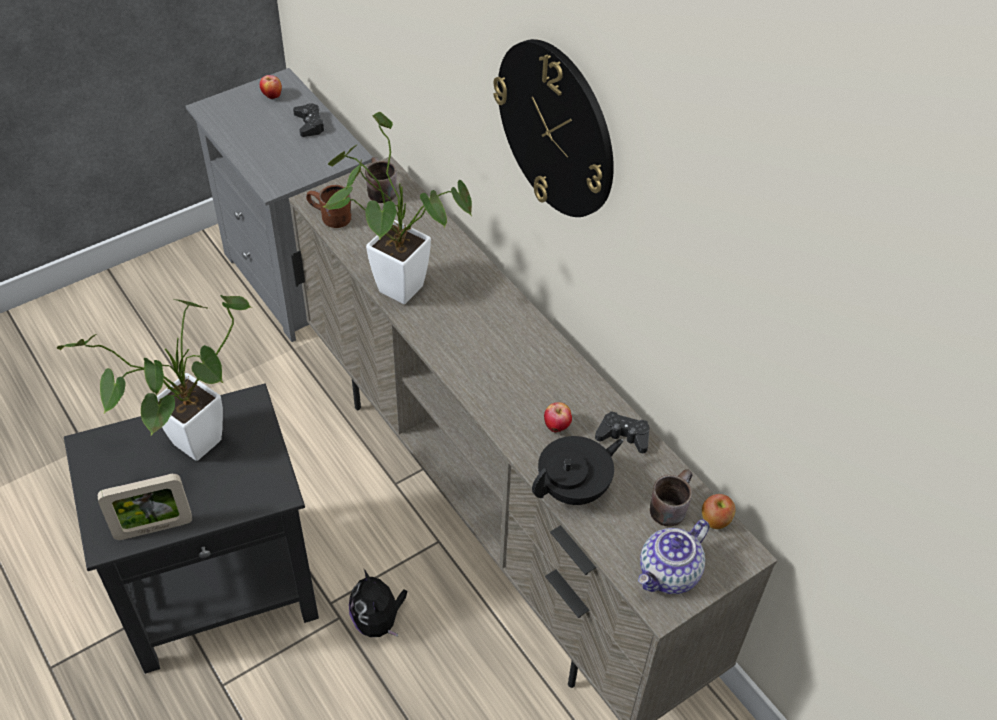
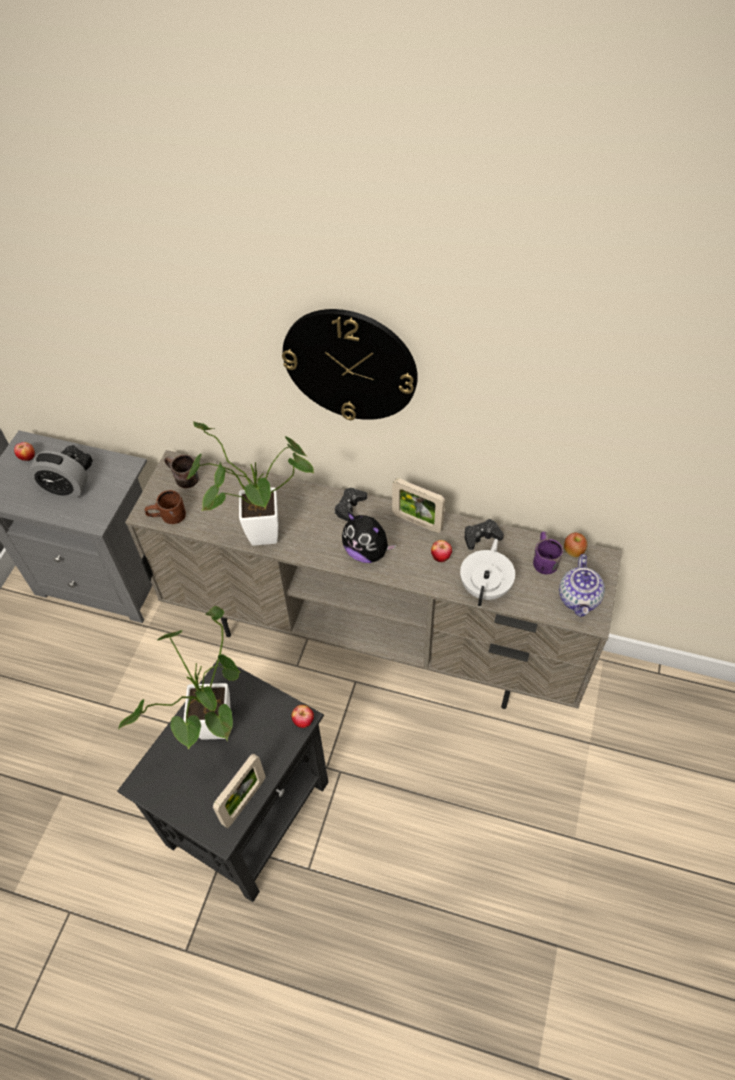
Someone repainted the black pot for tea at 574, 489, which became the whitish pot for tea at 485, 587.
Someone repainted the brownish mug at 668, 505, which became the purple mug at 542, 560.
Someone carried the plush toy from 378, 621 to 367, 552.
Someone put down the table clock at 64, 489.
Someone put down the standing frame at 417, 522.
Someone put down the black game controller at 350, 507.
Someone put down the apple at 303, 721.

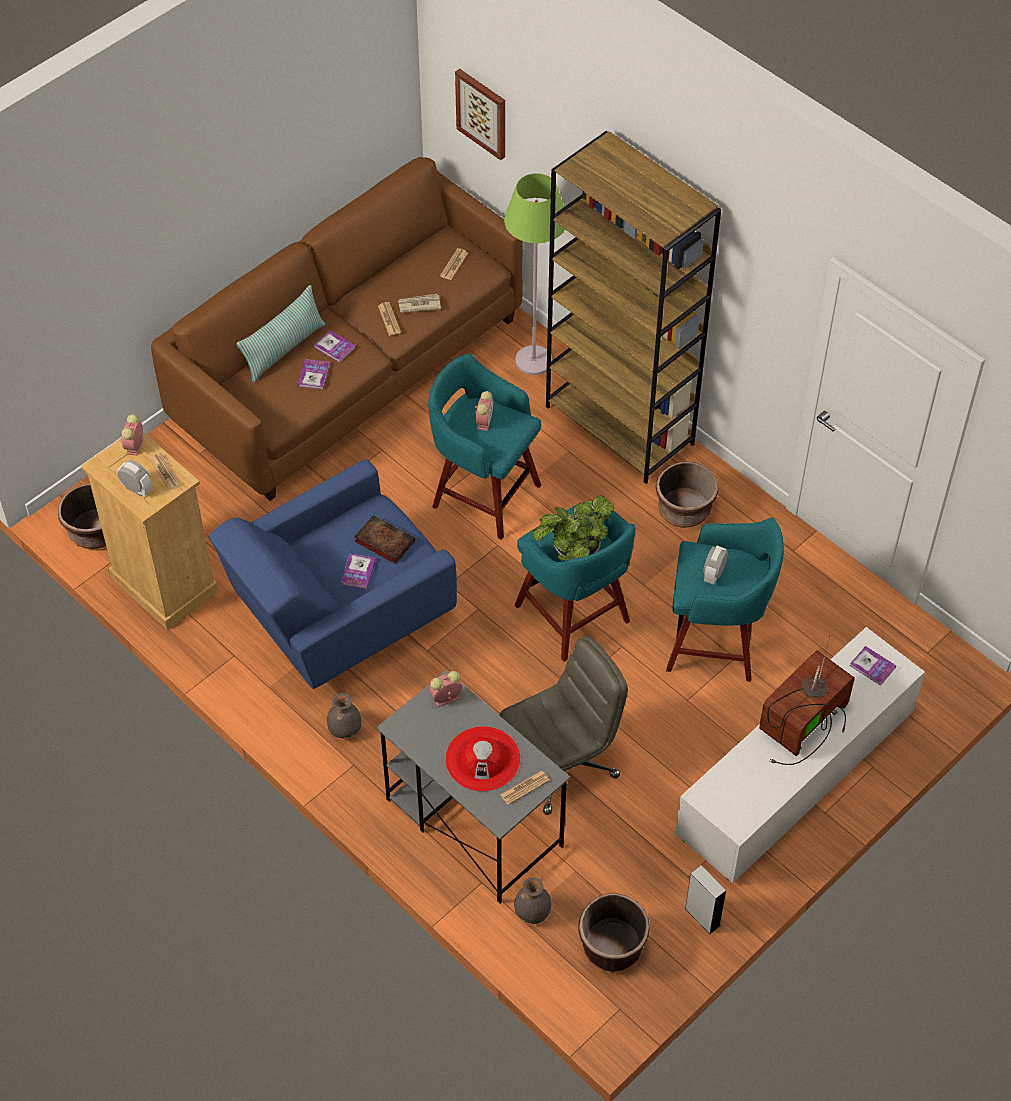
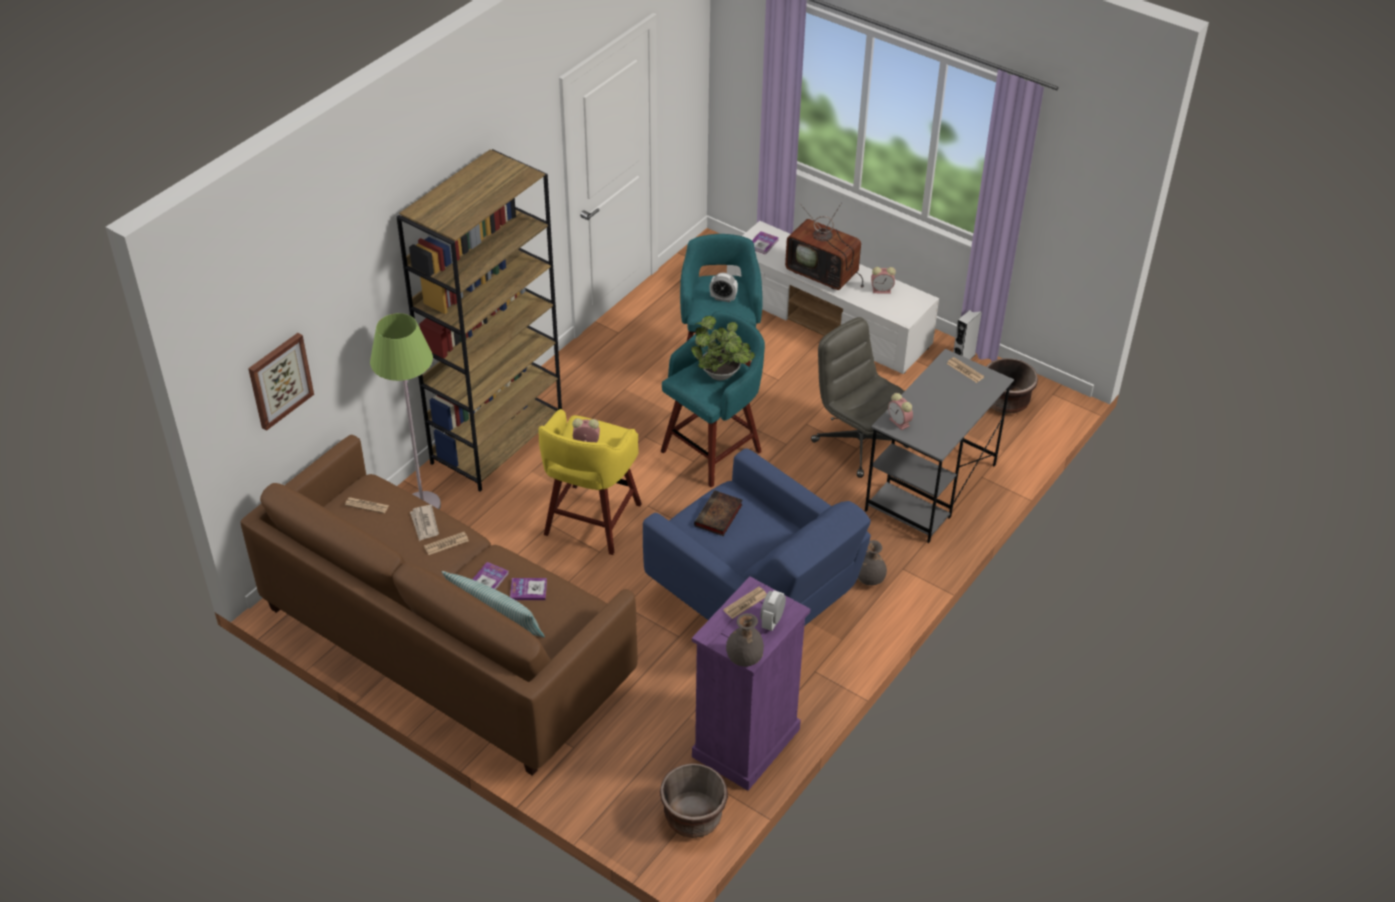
Someone repainted the turquoise stool seat at 483, 494, which became the yellow stool seat at 591, 521.
Someone carried the table clock from 135, 447 to 882, 290.
Someone repainted the beige-coloured chest of drawers at 163, 584, which became the purple chest of drawers at 746, 743.
Someone took away the brownish flower pot at 684, 510.
Someone took away the book at 358, 572.
Someone took away the reddish wearable hat at 483, 759.
Someone carried the gray flower vase from 532, 911 to 744, 659.

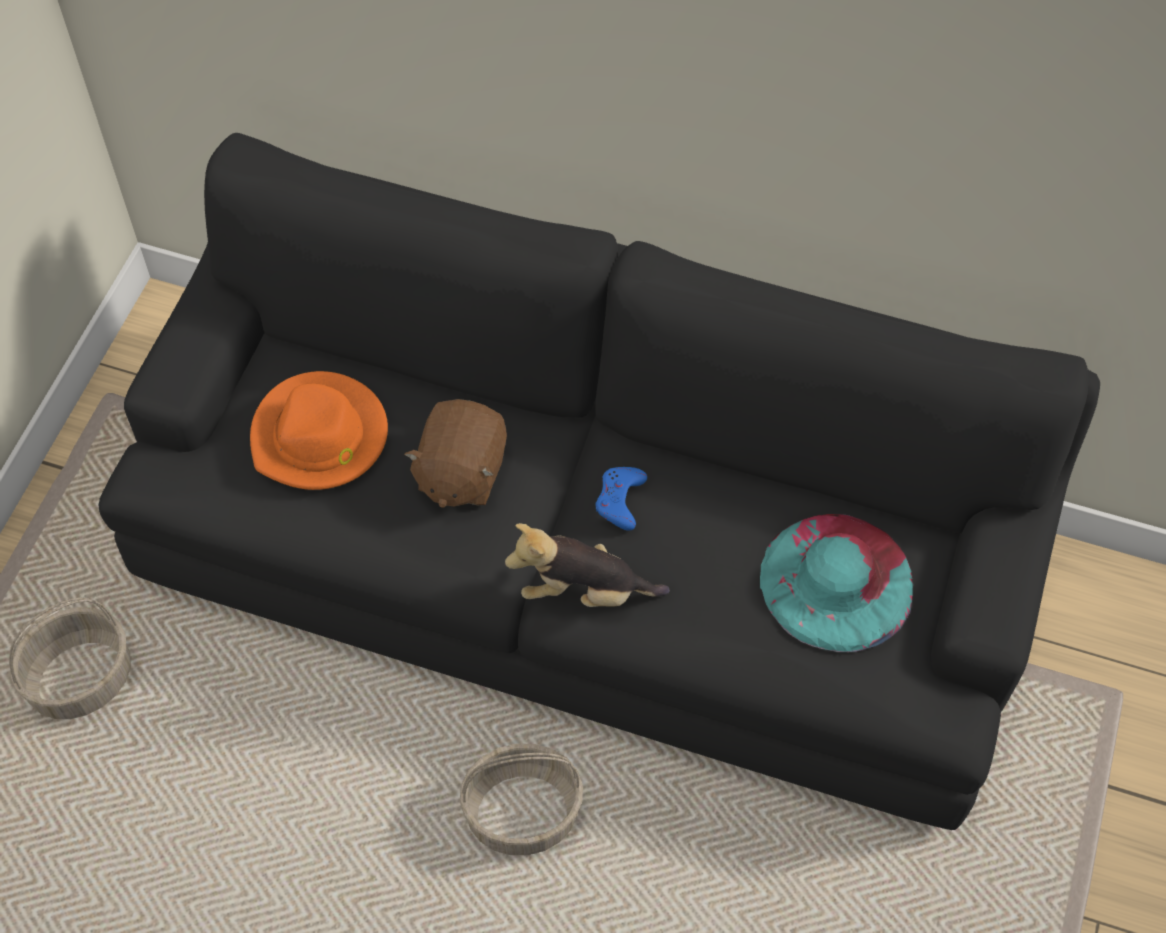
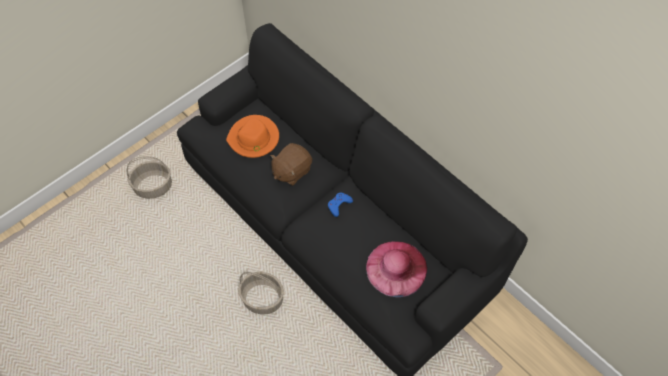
Someone repainted the turquoise wearable hat at 837, 581, which became the pink-coloured wearable hat at 396, 268.
Someone took away the plush toy at 583, 591.

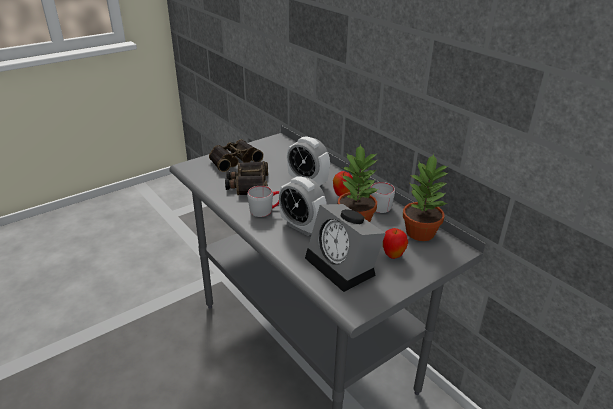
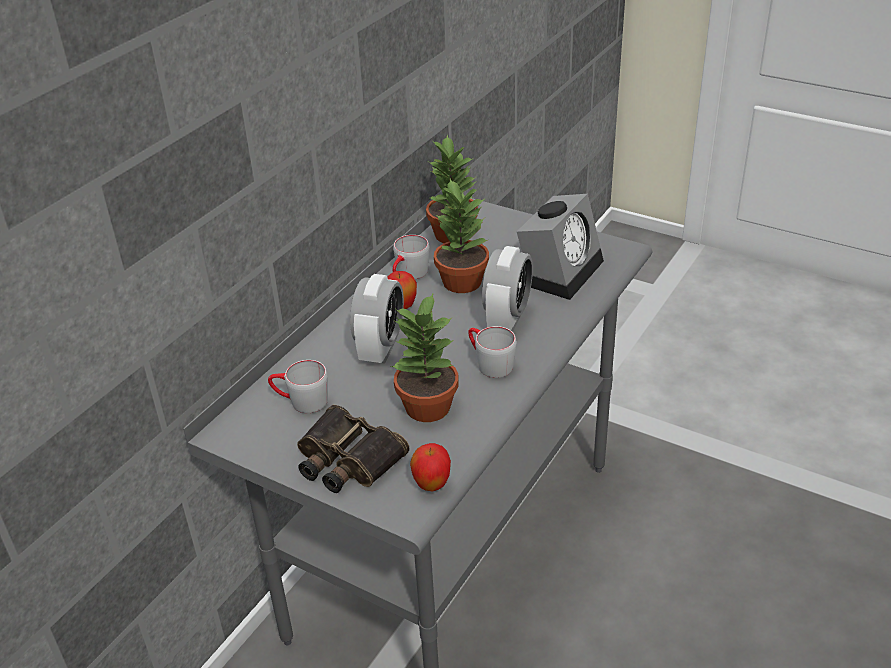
Someone swapped the binoculars at 248, 184 for the potted plant at 426, 407.
Someone carried the apple from 393, 255 to 432, 485.
Someone put down the gray mug at 300, 401.

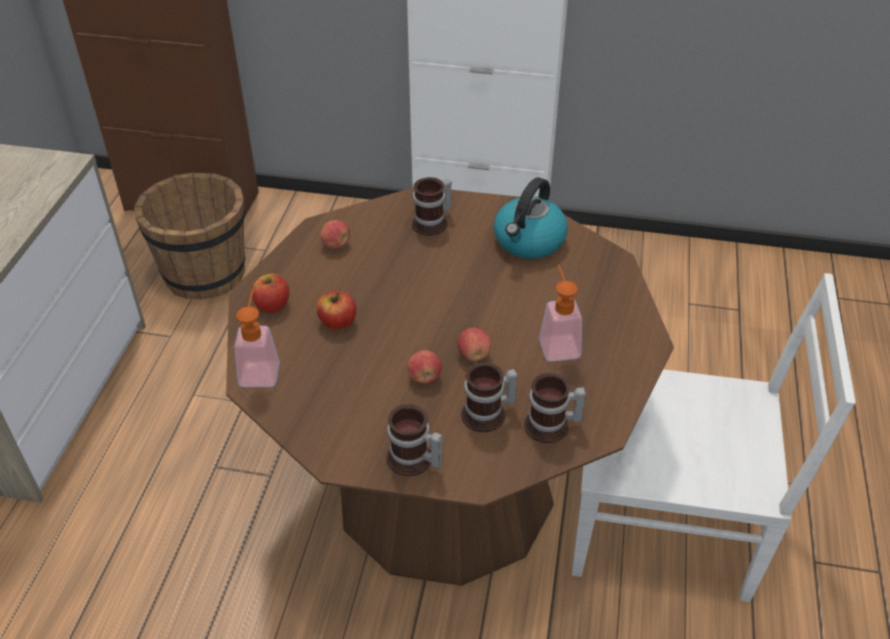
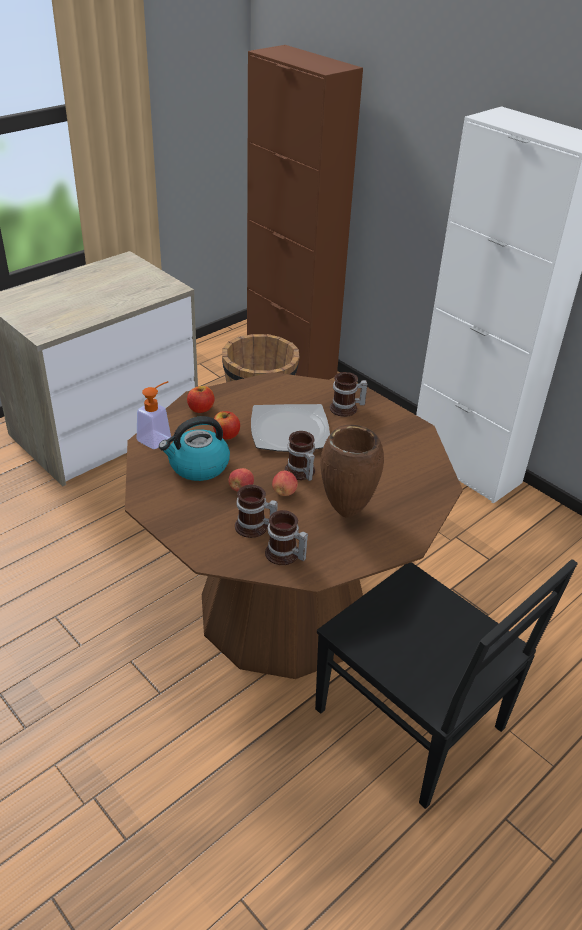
Someone carried the water kettle from 529, 241 to 198, 466.
Someone took away the apple at 336, 245.
Someone swapped the liquid soap bottle at 557, 343 for the brownish flower vase at 345, 513.
Someone repainted the whitish upright chair at 667, 526, which became the black upright chair at 413, 722.
Someone carried the mug from 413, 461 to 300, 473.
Someone put down the flat dish at 289, 431.

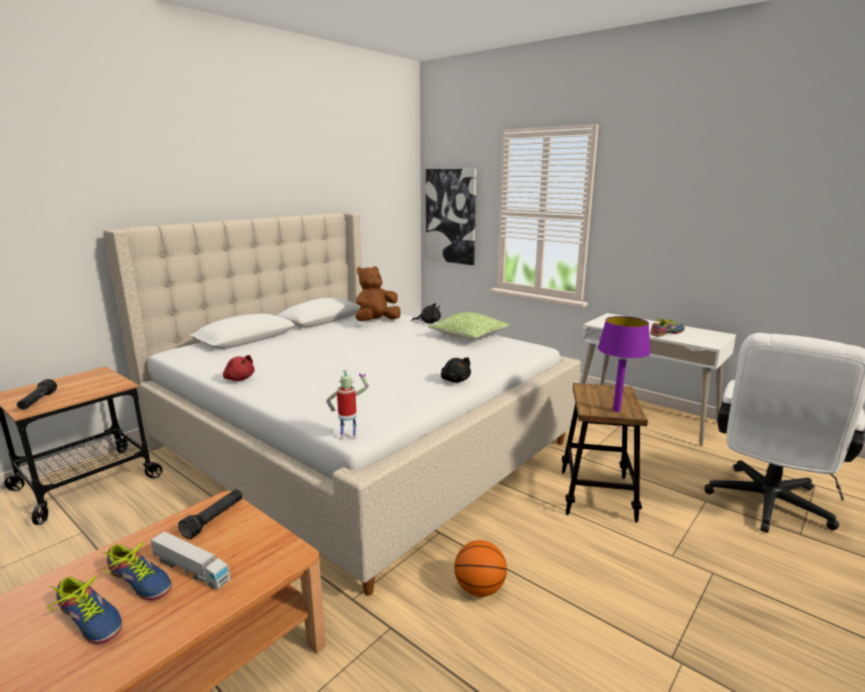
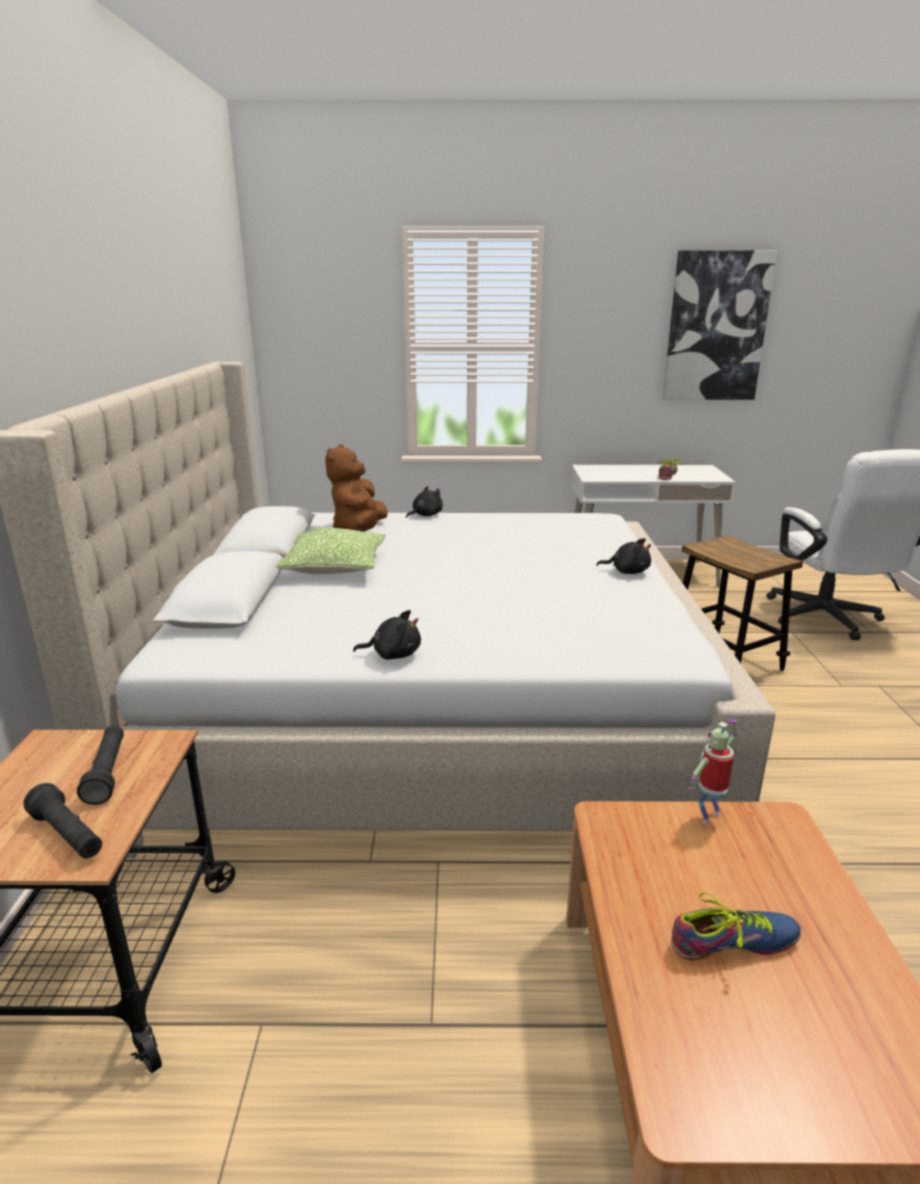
Someone carried the wall art from 451, 216 to 716, 327.
Someone carried the pillow from 469, 336 to 334, 567.
Someone took away the purple table lamp at 617, 410.
Someone repainted the reddish plush toy at 239, 379, which became the black plush toy at 393, 654.
Someone carried the model robot from 349, 436 to 708, 815.
Someone carried the black torch from 214, 519 to 107, 773.
Someone took away the toy lorry at 191, 569.
Someone took away the basketball at 479, 589.
Someone took away the low shoe at 91, 620.

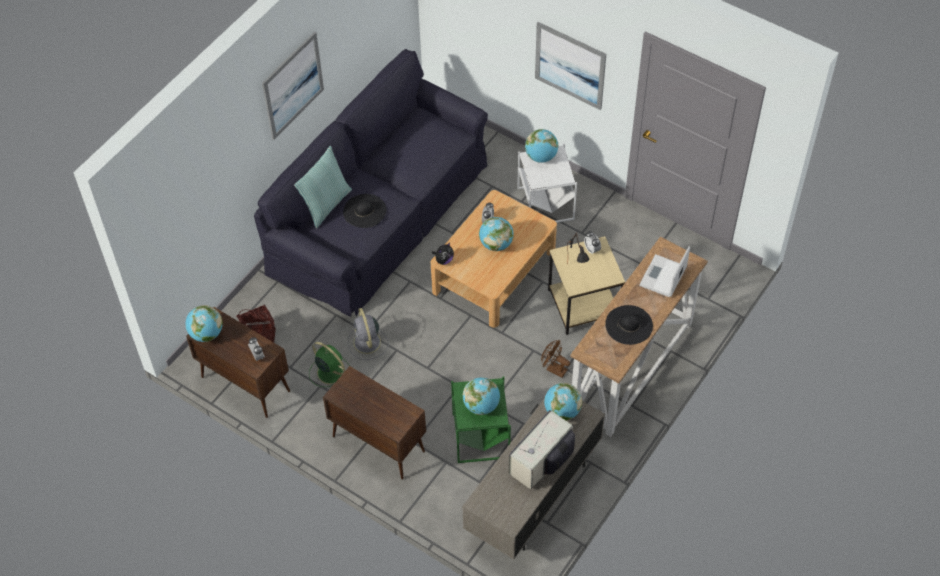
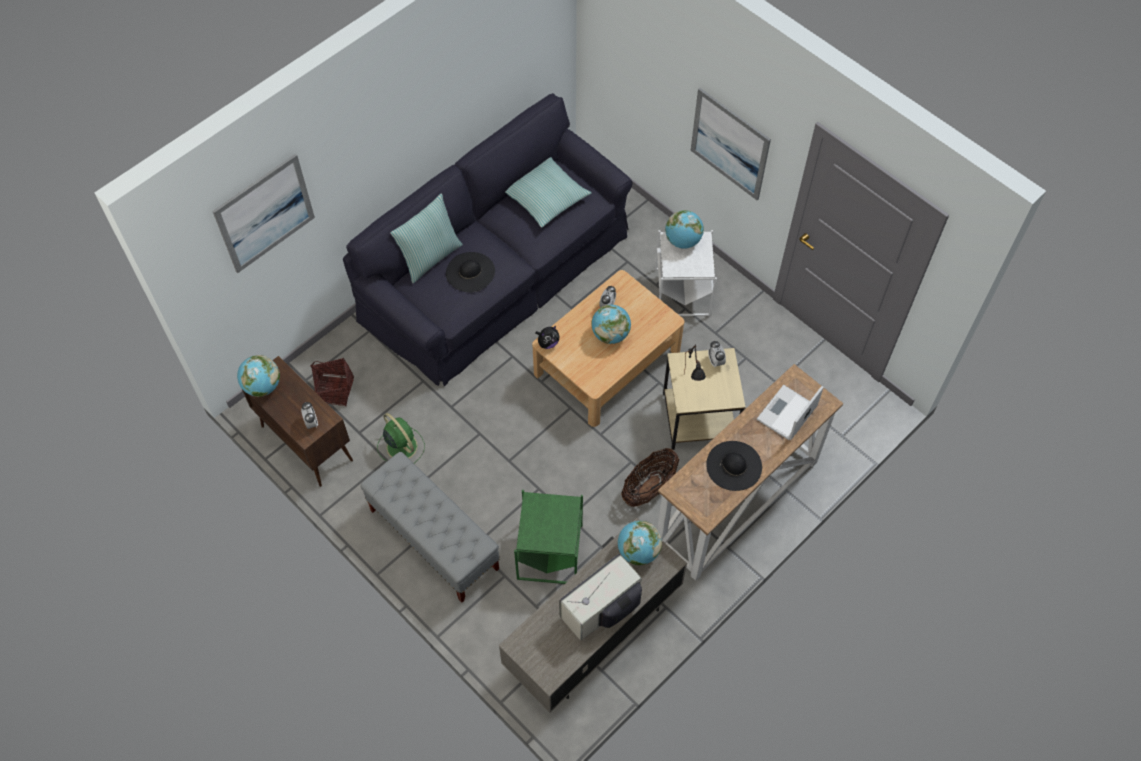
Someone carried the wall art from 293, 85 to 265, 213.
Someone took away the gray electric fan at 367, 343.
Someone swapped the brownish electric fan at 553, 369 for the basket at 649, 487.
Someone swapped the brownish cabinet at 377, 443 for the gray bench at 434, 539.
Someone took away the world globe at 481, 405.
Someone put down the pillow at 546, 197.

